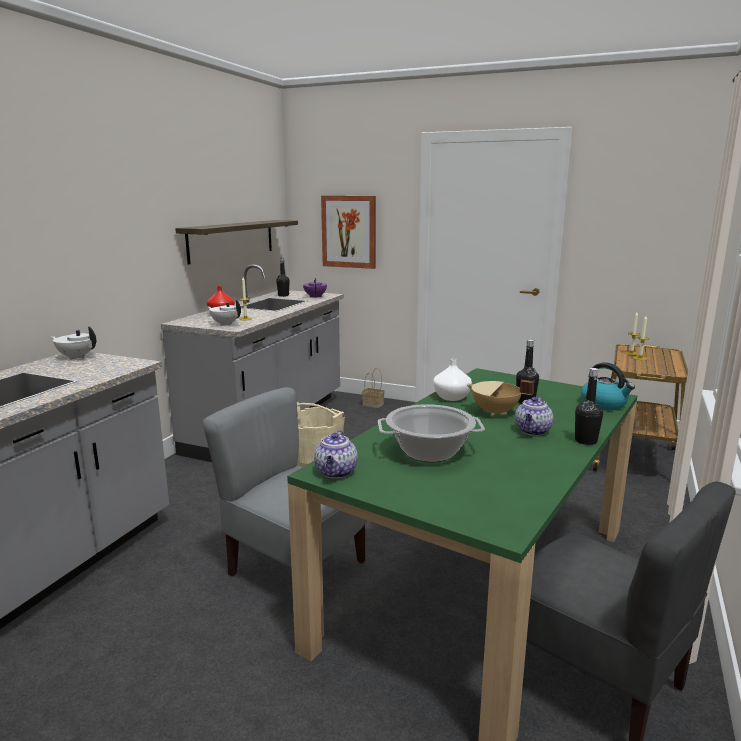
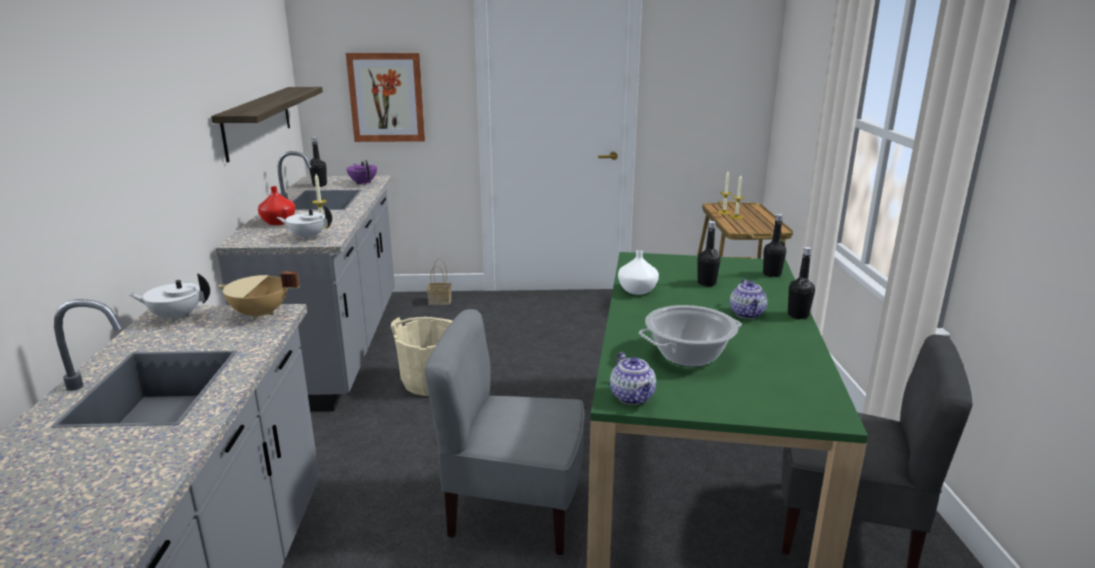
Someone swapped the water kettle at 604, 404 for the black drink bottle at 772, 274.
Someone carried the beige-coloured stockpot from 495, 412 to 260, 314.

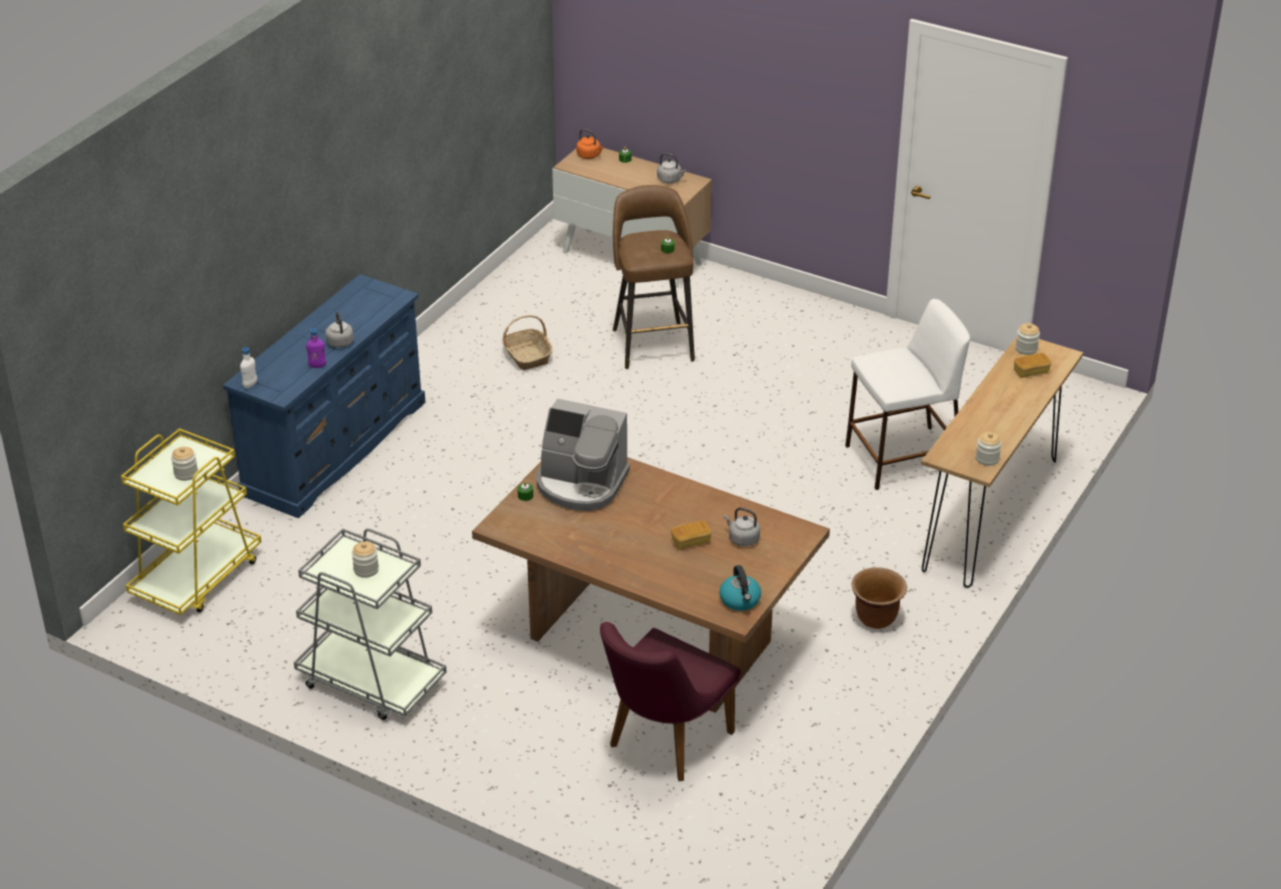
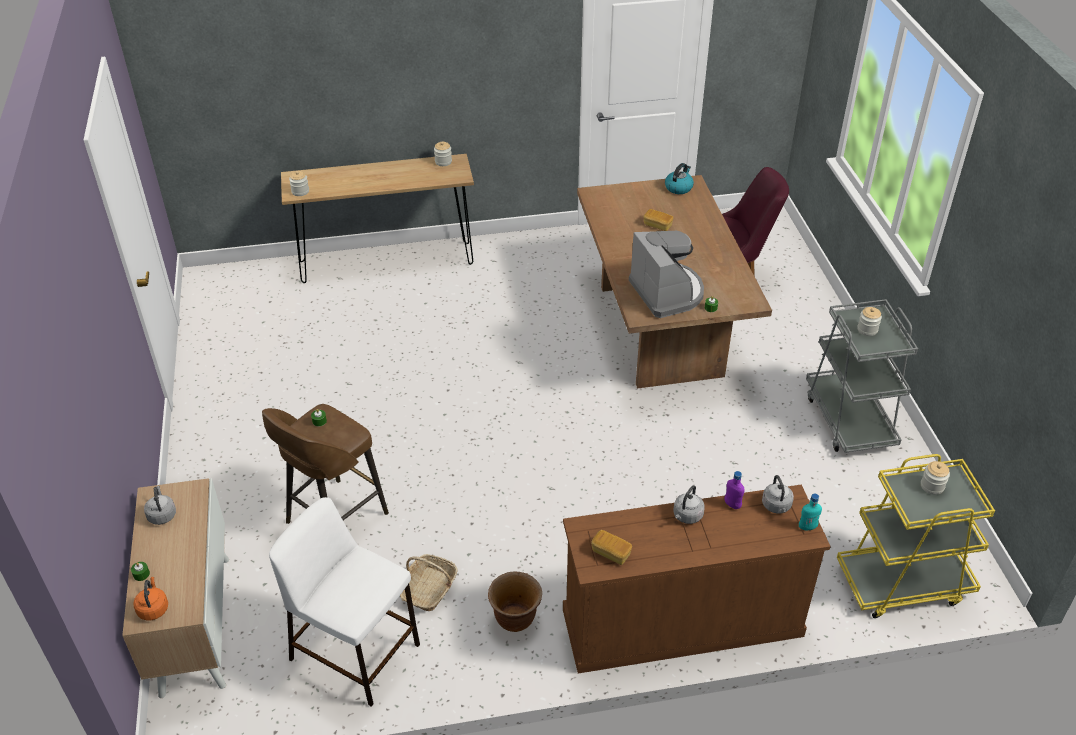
Someone repainted the blue-coloured chest of drawers at 335, 447, which became the brownish chest of drawers at 680, 623.
Someone carried the whitish stool seat from 902, 458 to 356, 652.
Someone repainted the whitish drink bottle at 250, 385, which became the turquoise drink bottle at 807, 527.
Someone carried the baked bread from 1031, 372 to 611, 553.
Someone carried the gray water kettle from 742, 539 to 776, 506.
Someone carried the brownish flower pot from 876, 619 to 515, 619.

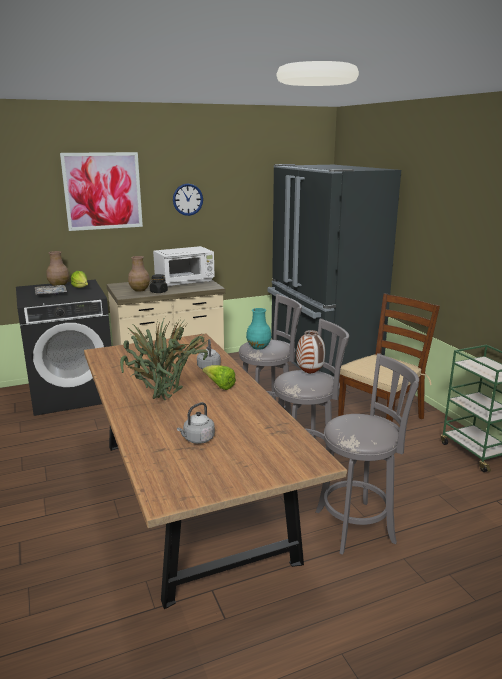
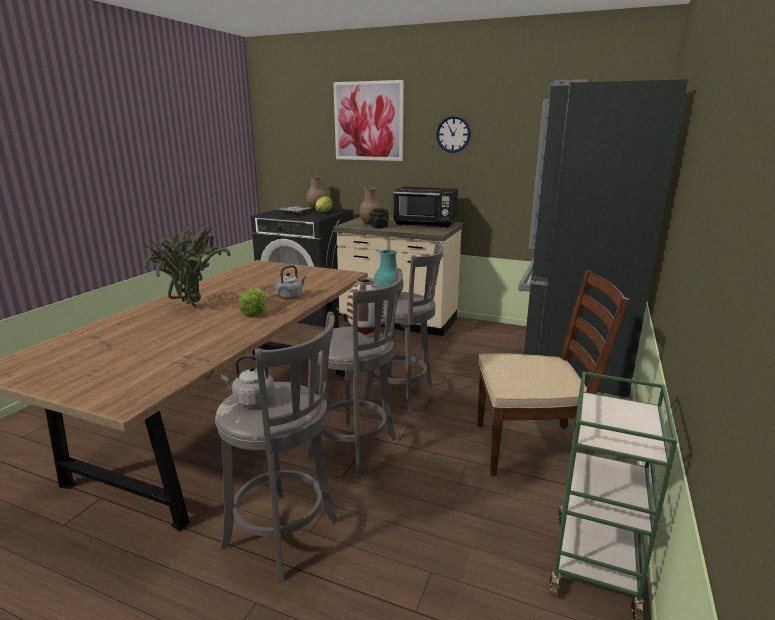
Someone repainted the whitish microwave oven at 185, 281, which became the black microwave oven at 426, 224.
Someone carried the gray water kettle from 197, 439 to 252, 401.

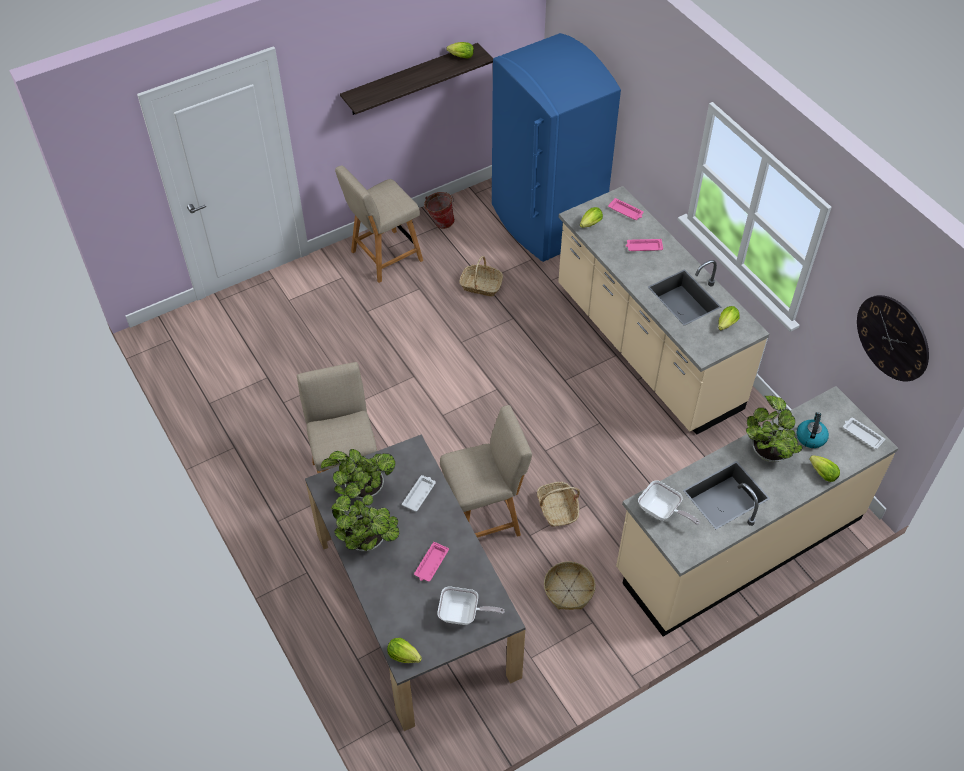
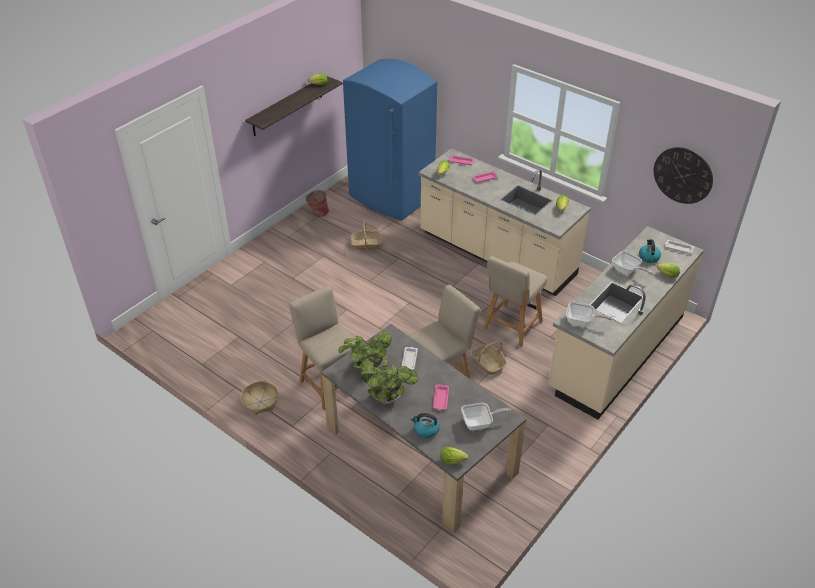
Someone carried the beige-coloured upright chair from 383, 257 to 511, 327.
Someone swapped the potted plant at 768, 451 for the skillet at 627, 271.
Someone carried the basket from 569, 591 to 260, 401.
Someone put down the water kettle at 426, 430.

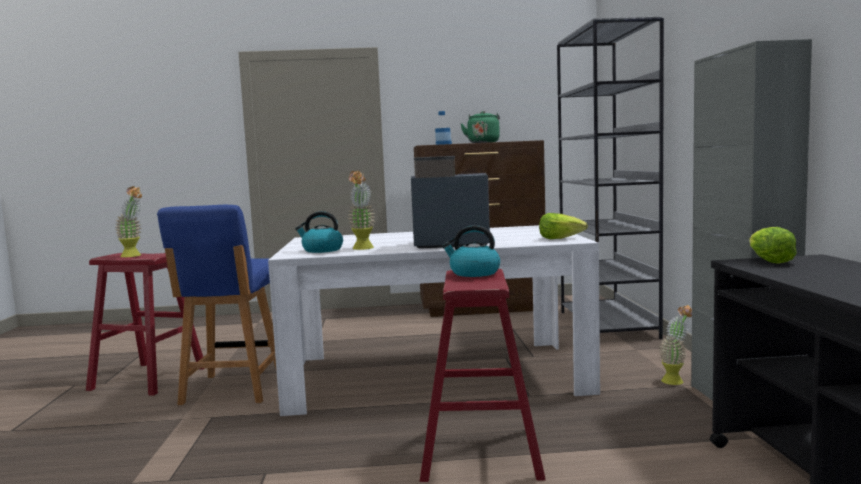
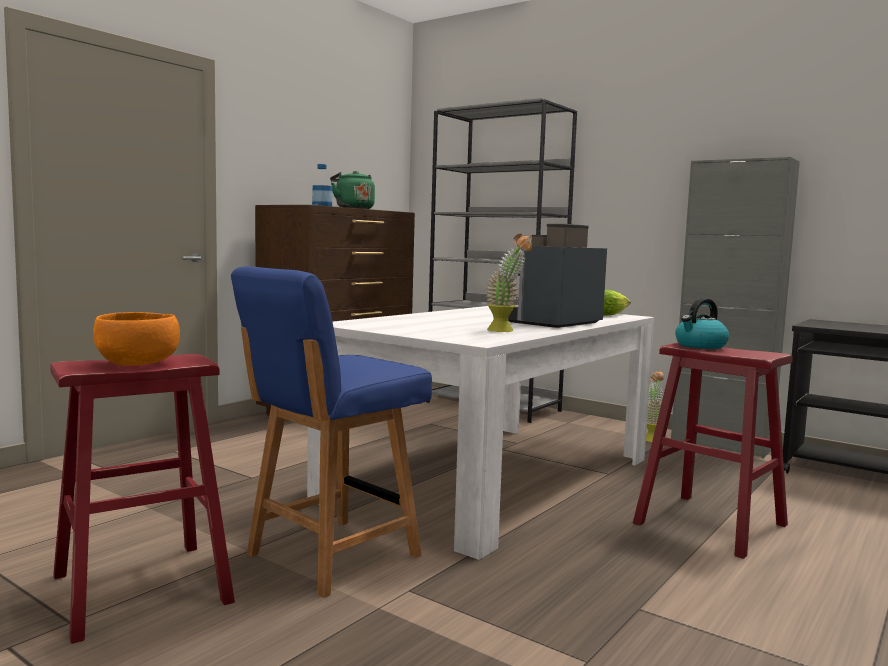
Someone swapped the potted plant at 134, 256 for the orangey deep dish at 139, 364.
Someone rotated the blue-coloured upright chair at 232, 390 by 90 degrees clockwise.
Someone took away the water kettle at 322, 250.
Someone took away the lettuce at 768, 261.

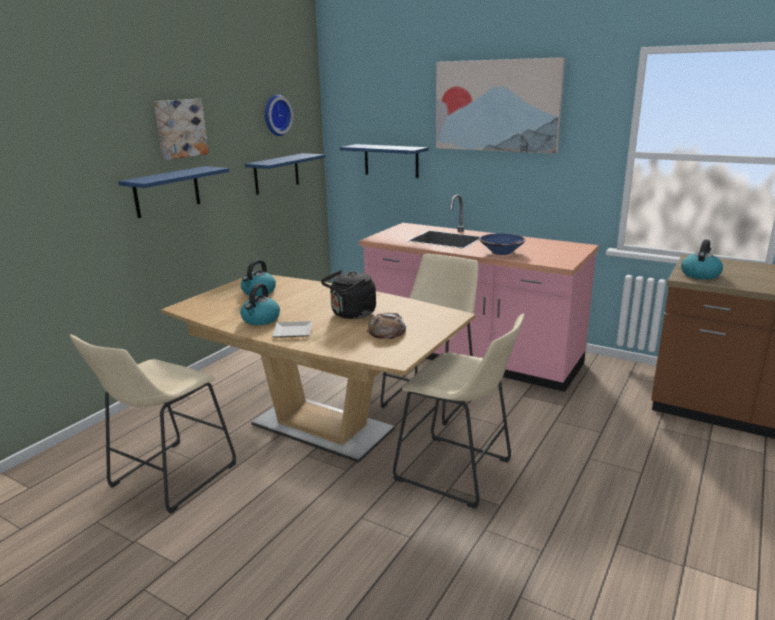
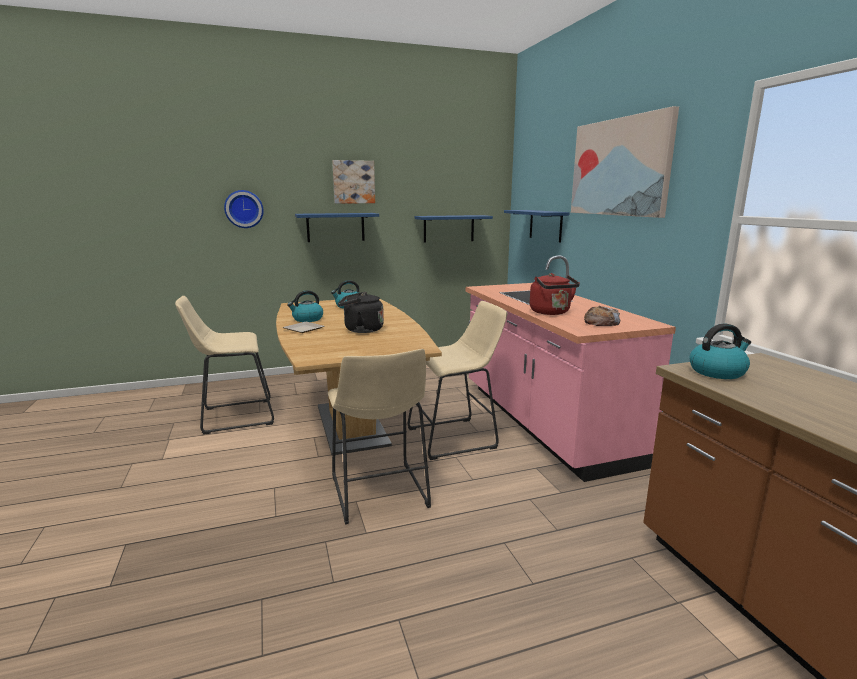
Someone carried the clock on the wall from 275, 115 to 244, 209.
Someone swapped the blue-coloured deep dish at 501, 252 for the reddish water kettle at 551, 312.
Someone carried the baked bread from 387, 331 to 601, 322.

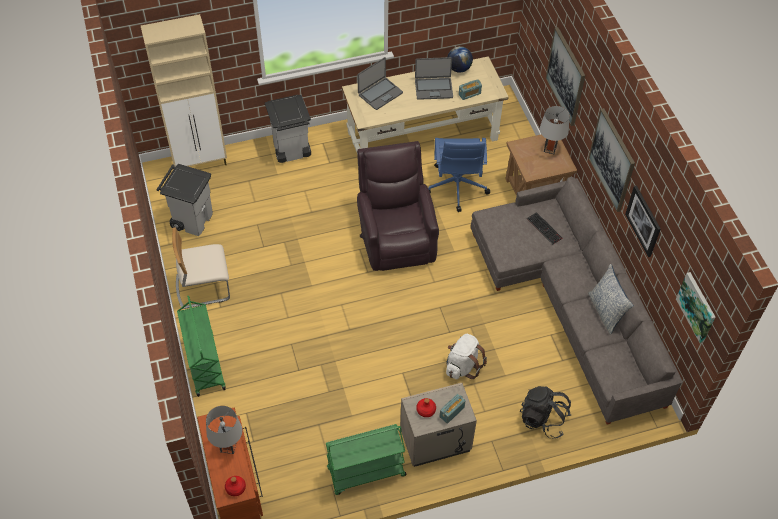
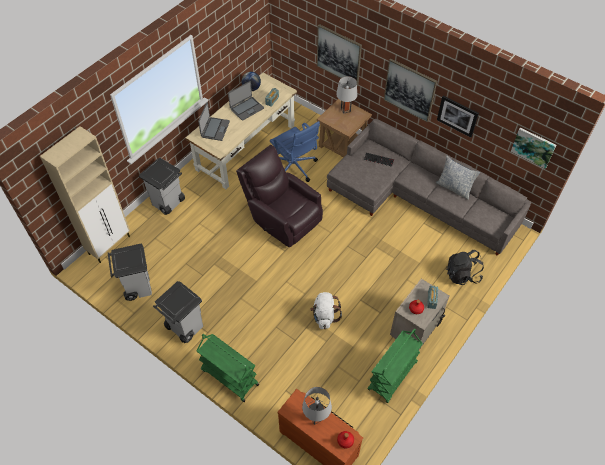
Someone swapped the beige-coloured upright chair at 203, 287 for the gray rubbish bin at 184, 327.
Someone carried the whitish backpack from 462, 366 to 324, 316.

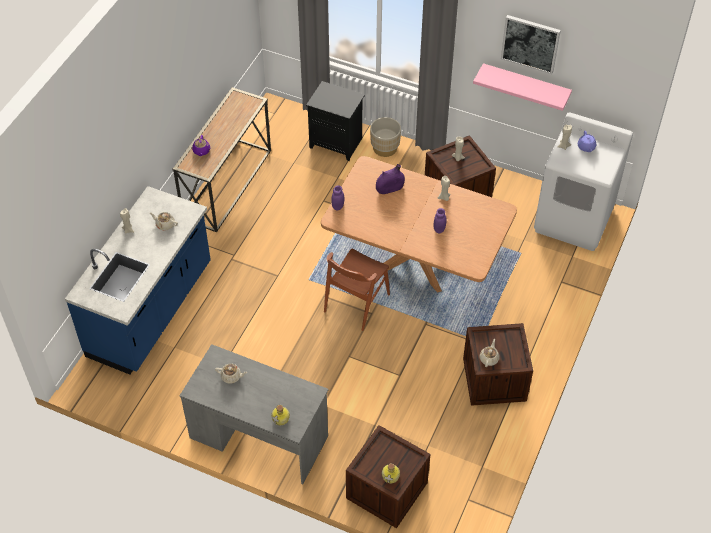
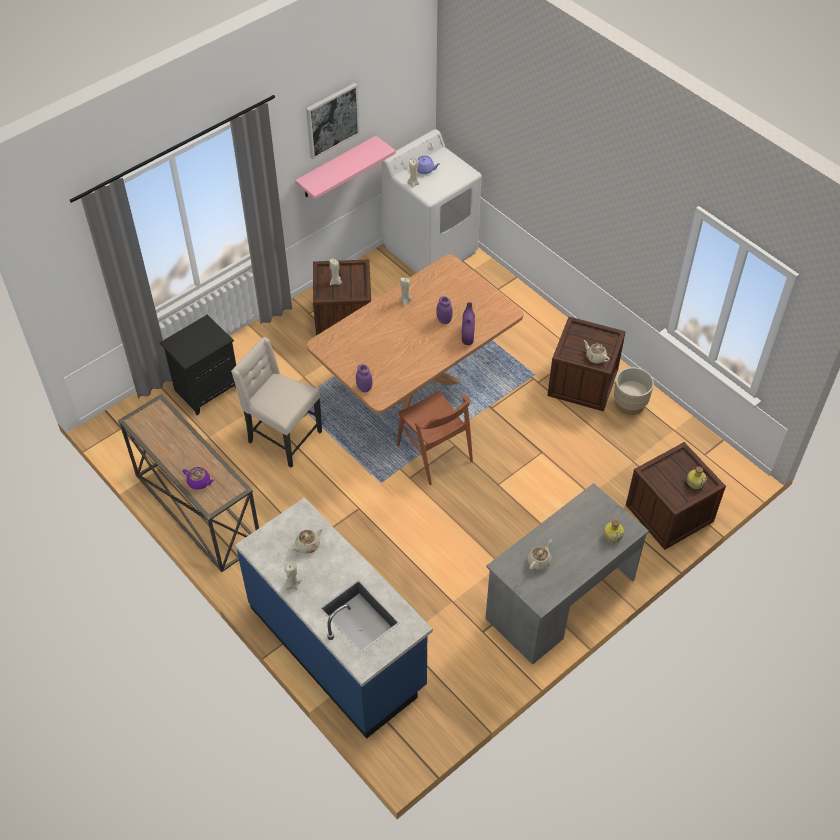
Someone carried the beige-coloured flower pot from 385, 148 to 630, 403.
Someone carried the purple flower vase from 389, 189 to 468, 335.
Someone put down the beige-coloured upright chair at 283, 437.

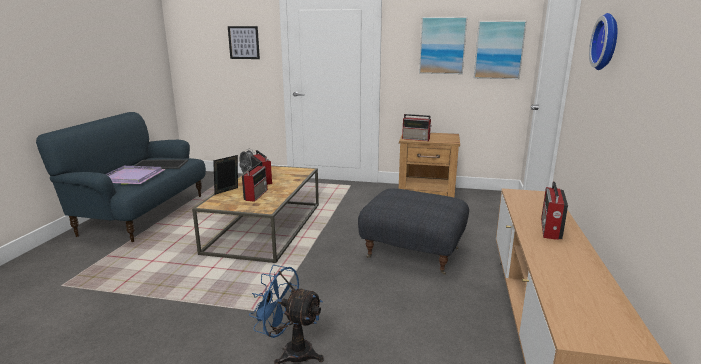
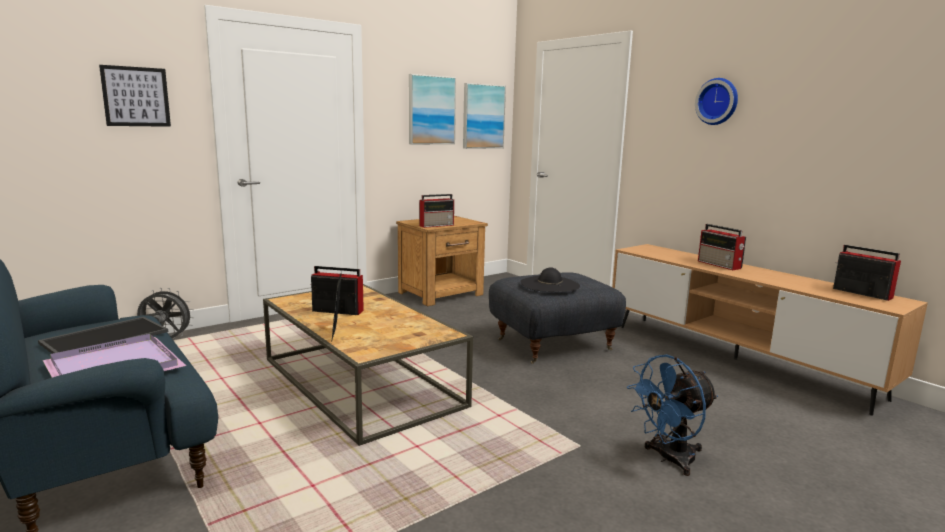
Someone carried the radio receiver from 256, 194 to 860, 293.
Someone put down the black wearable hat at 549, 284.

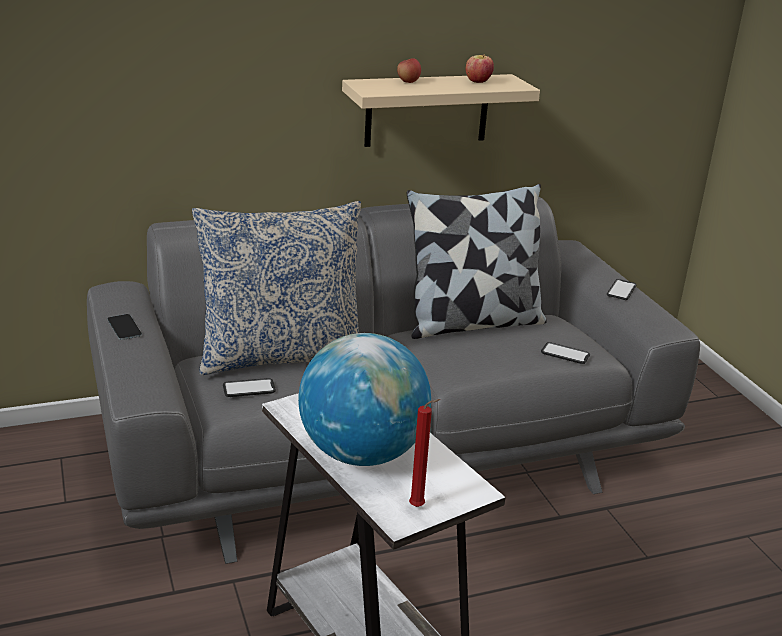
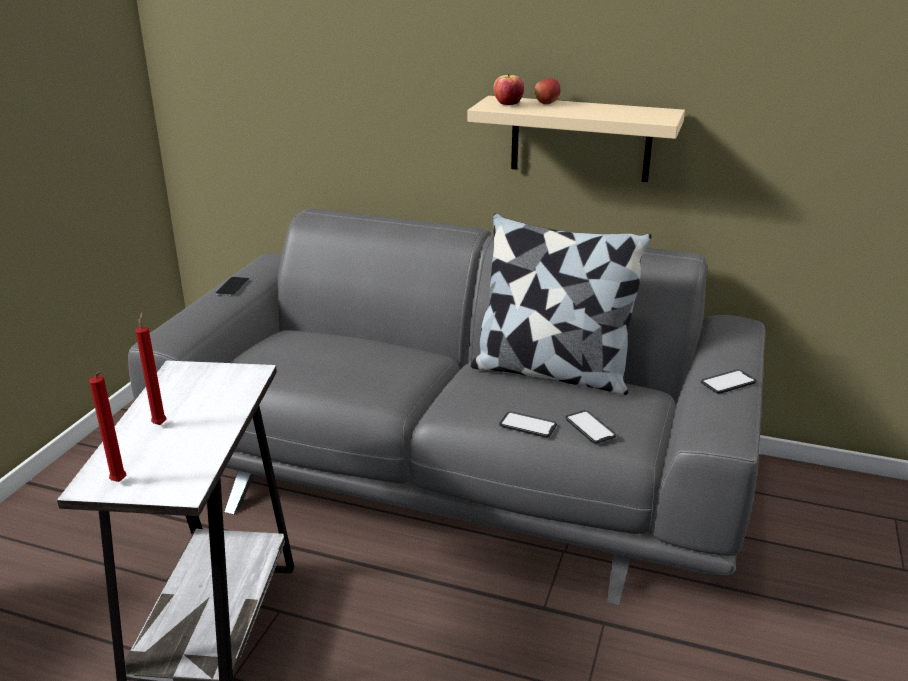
Someone carried the apple from 478, 82 to 508, 104.
Someone took away the pillow at 280, 355.
Someone swapped the world globe at 361, 453 for the reddish wax candle at 160, 423.
Someone carried the phone from 249, 388 to 527, 425.

